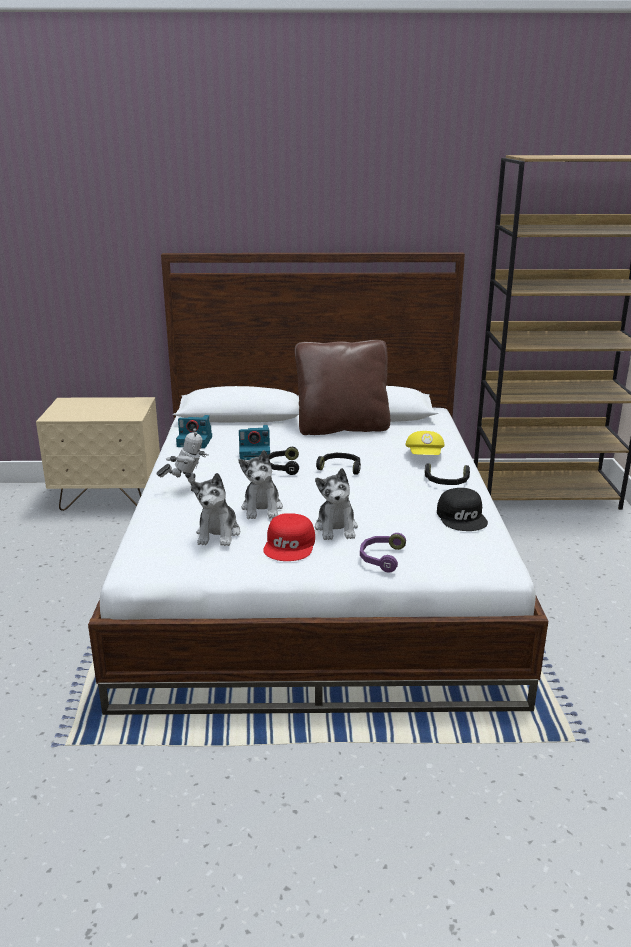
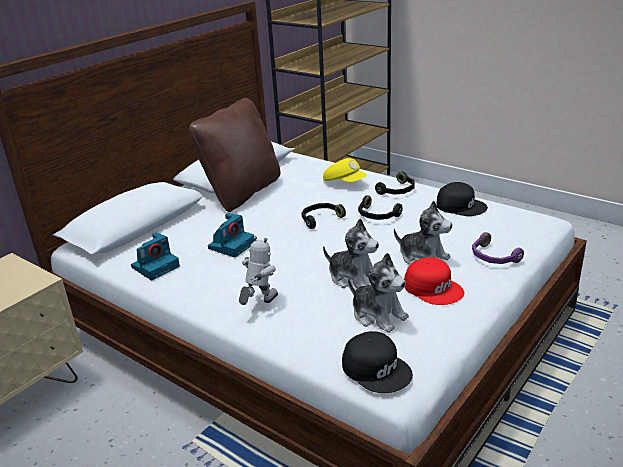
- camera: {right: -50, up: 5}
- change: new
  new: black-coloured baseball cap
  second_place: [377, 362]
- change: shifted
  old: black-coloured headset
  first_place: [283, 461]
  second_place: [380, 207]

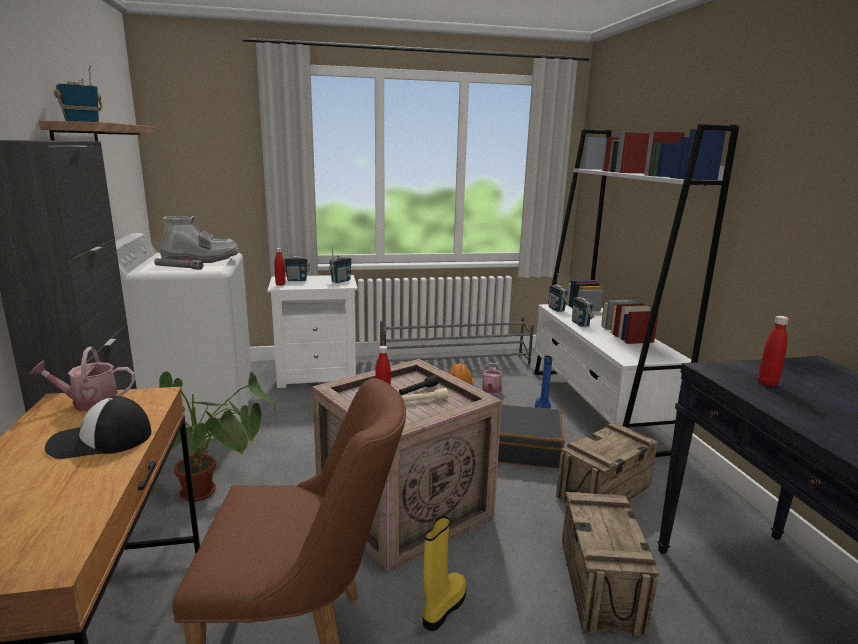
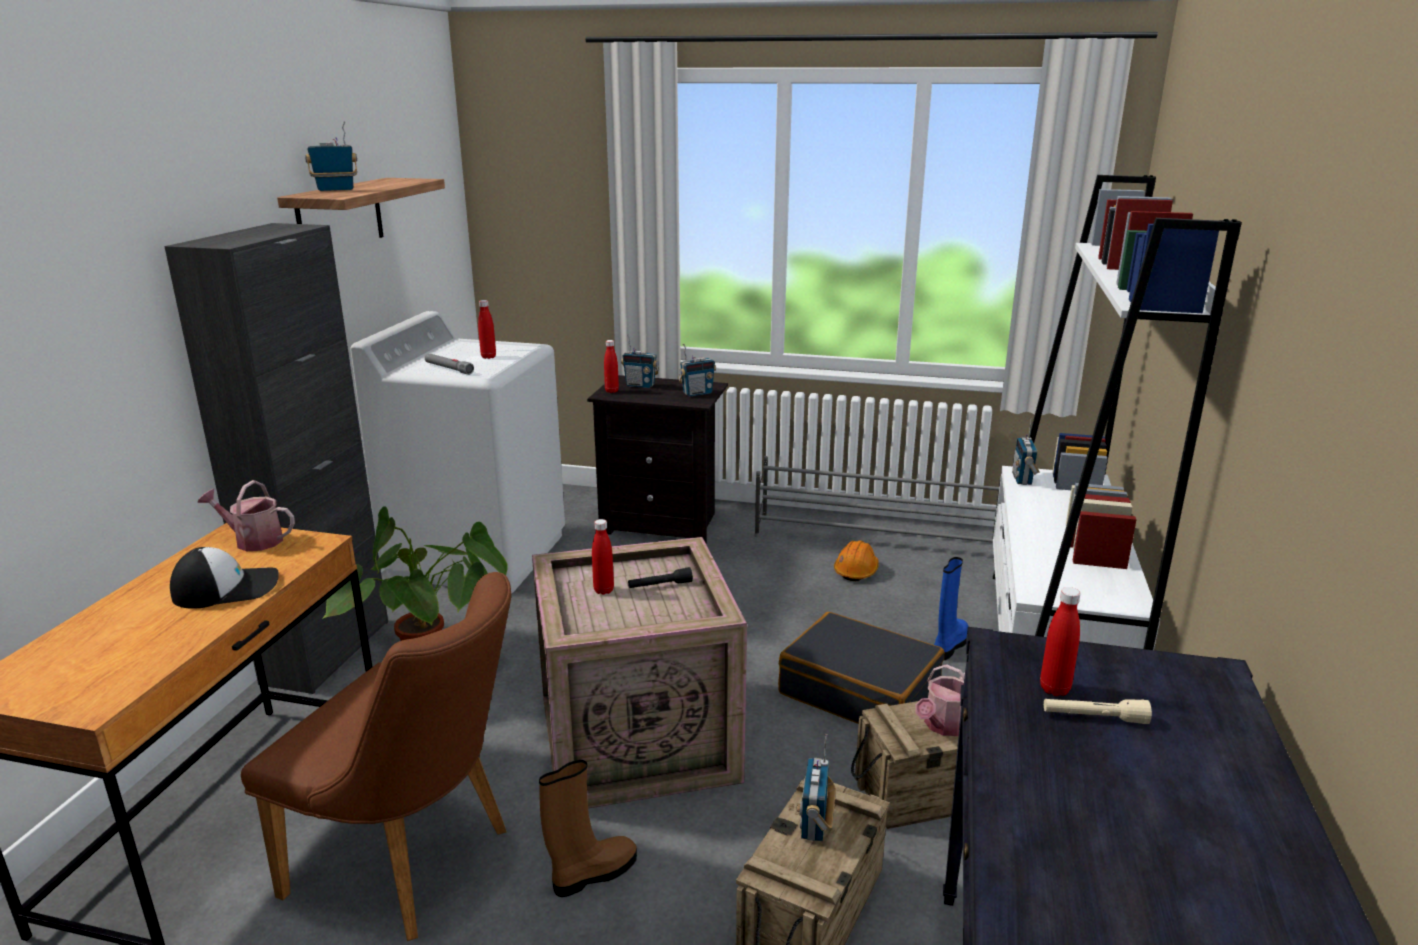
- camera: {right: 25, up: 5}
- change: rotated
  old: baseball cap
  first_place: [98, 427]
  second_place: [224, 578]
  degrees: 150
- change: swapped
  old: gray boot
  new: red-coloured bottle
  first_place: [199, 239]
  second_place: [487, 329]
- change: repainted
  old: yellow boot
  new: brownish boot
  first_place: [445, 573]
  second_place: [588, 828]
- change: repainted
  old: white night table
  new: black-coloured night table
  first_place: [312, 331]
  second_place: [657, 459]
- change: shifted
  old: radio set
  first_place: [583, 305]
  second_place: [816, 787]
- change: shifted
  old: watering pot
  first_place: [492, 378]
  second_place: [940, 700]
- change: shifted
  old: sand-coloured hand torch
  first_place: [425, 394]
  second_place: [1098, 711]

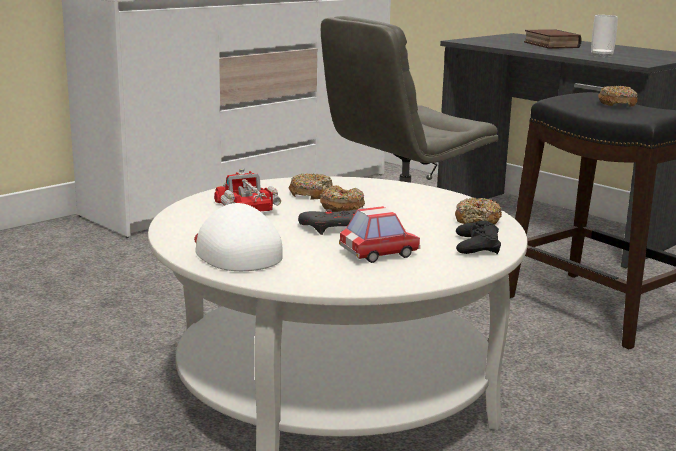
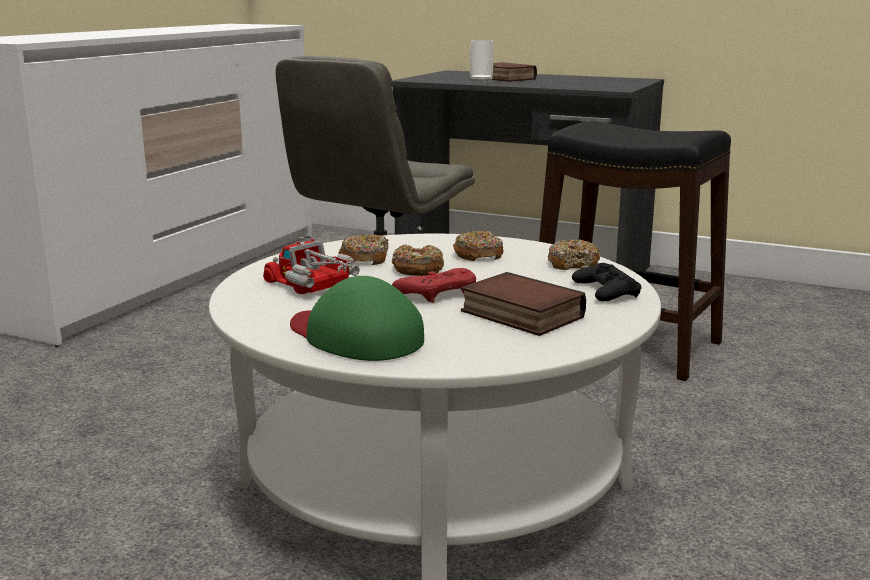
- camera: {right: -20, up: 0}
- change: repainted
  old: white baseball cap
  new: green-coloured baseball cap
  first_place: [238, 237]
  second_place: [357, 318]
- change: repainted
  old: gray game controller
  new: red-coloured game controller
  first_place: [327, 222]
  second_place: [434, 285]
- change: shifted
  old: donut
  first_place: [618, 96]
  second_place: [478, 246]
- change: swapped
  old: model car
  new: book
  first_place: [379, 234]
  second_place: [523, 304]
- change: shifted
  old: cup
  first_place: [604, 36]
  second_place: [482, 61]

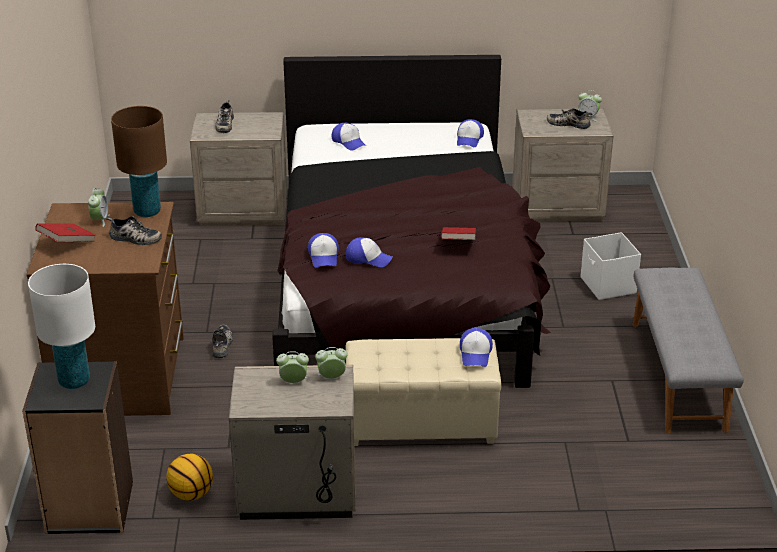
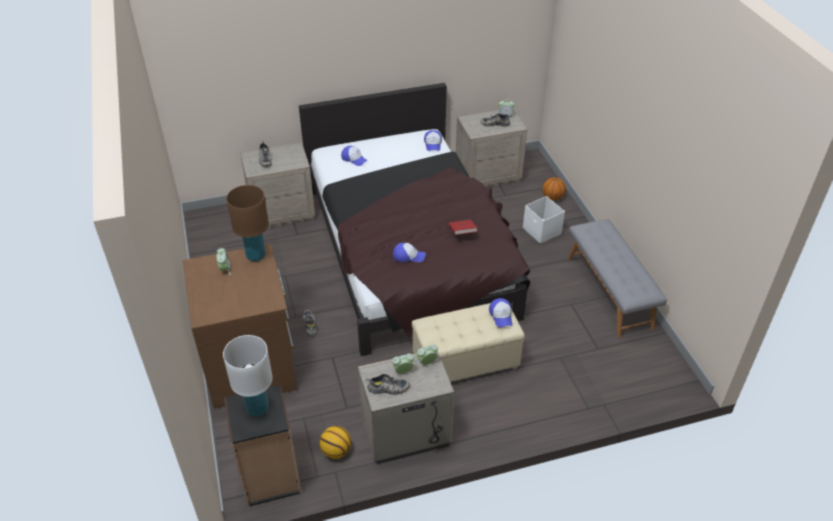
- camera: {right: -15, up: 10}
- change: shifted
  old: shoe
  first_place: [134, 230]
  second_place: [388, 384]
- change: new
  new: basketball ball
  second_place: [554, 189]
- change: gone
  old: red-coloured book
  first_place: [65, 232]
- change: gone
  old: baseball cap
  first_place: [323, 250]

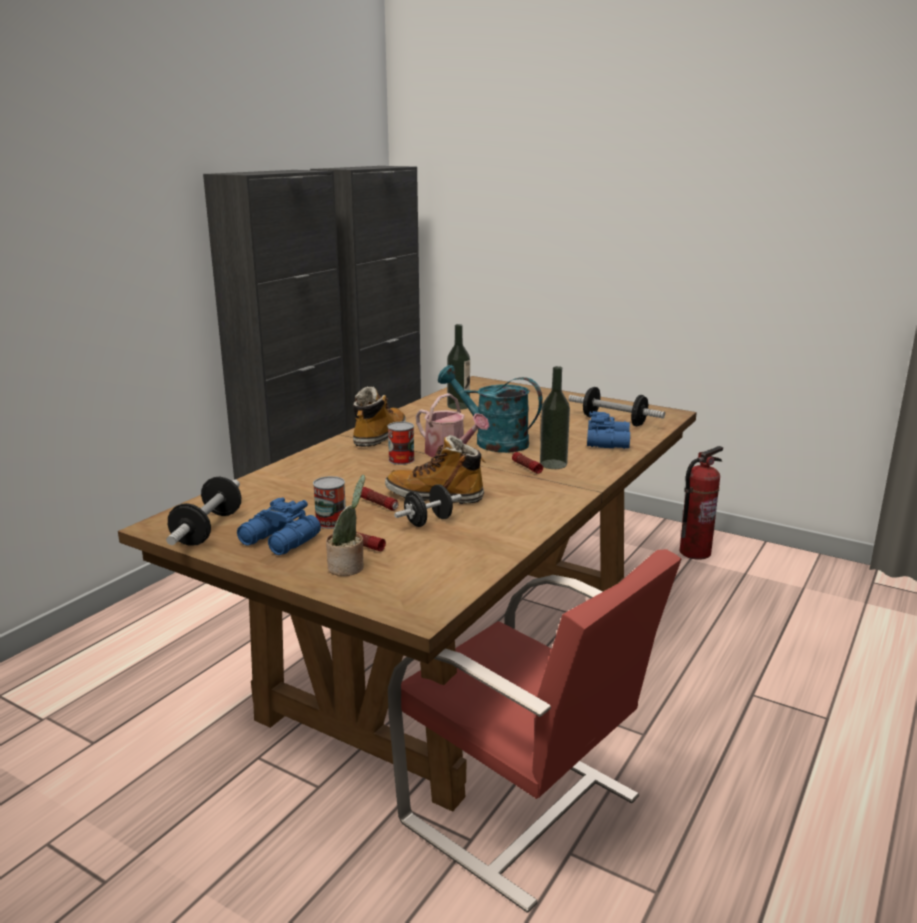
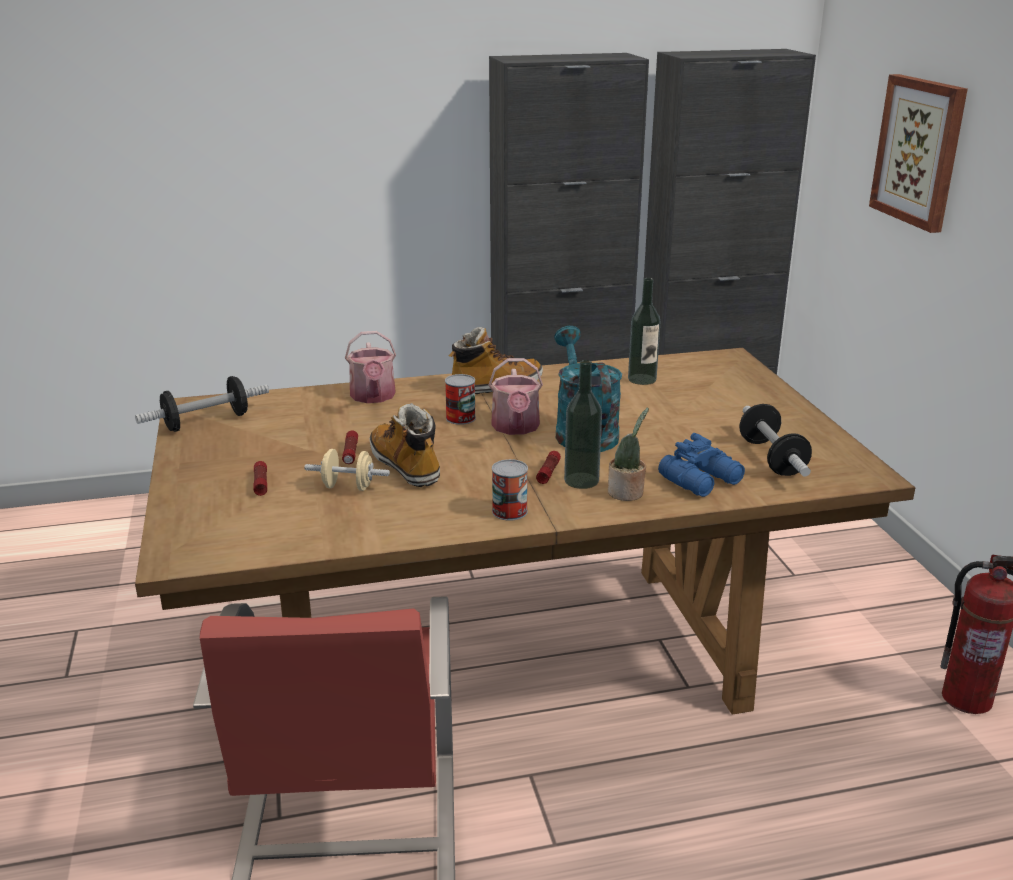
- camera: {right: 45, up: 5}
- change: repainted
  old: black-coloured dumbbell
  new: sand-coloured dumbbell
  first_place: [428, 505]
  second_place: [347, 470]
- change: new
  new: watering pot
  second_place: [370, 367]
- change: shifted
  old: metal can
  first_place: [329, 502]
  second_place: [510, 490]
- change: shifted
  old: potted plant
  first_place: [345, 525]
  second_place: [628, 454]
- change: new
  new: wall art
  second_place: [918, 153]
- change: gone
  old: blue field glasses
  first_place: [279, 526]

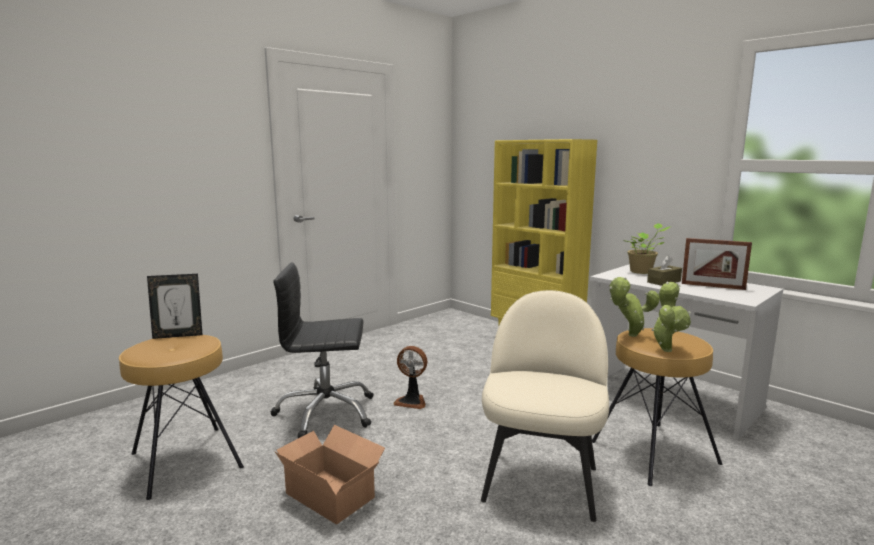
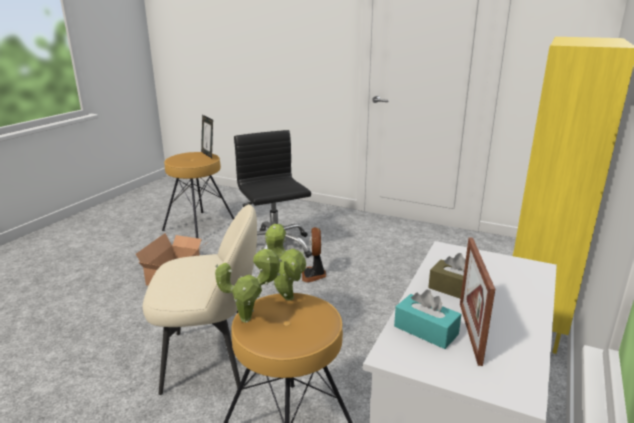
- camera: {right: 70, up: 10}
- change: new
  new: turquoise-coloured tissue holder
  second_place: [428, 319]
- change: gone
  old: potted plant
  first_place: [647, 248]

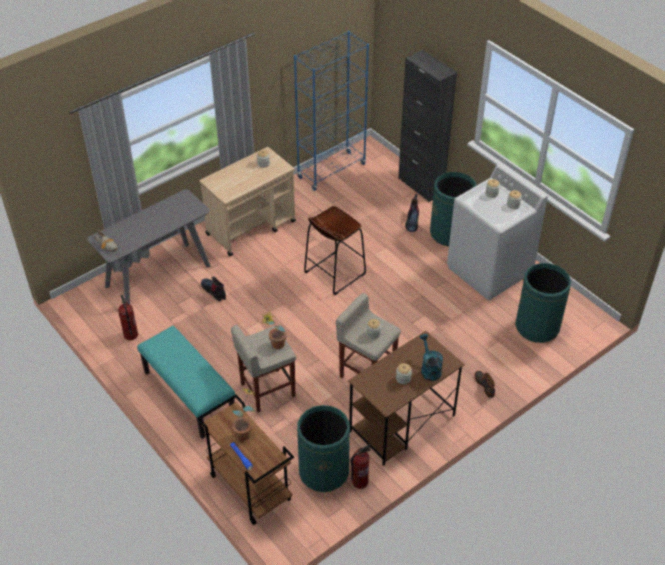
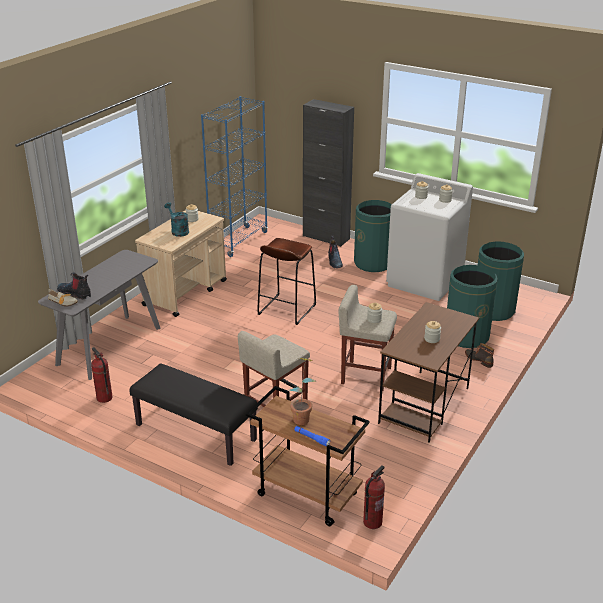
- camera: {right: -20, up: -15}
- change: shifted
  old: boot
  first_place: [213, 289]
  second_place: [74, 285]
- change: repainted
  old: turquoise-coloured indoor bench
  new: black-coloured indoor bench
  first_place: [186, 382]
  second_place: [194, 414]
- change: shifted
  old: turquoise-coloured watering pot
  first_place: [431, 357]
  second_place: [176, 219]
- change: shifted
  old: fire-fighting cylinder
  first_place: [361, 467]
  second_place: [374, 497]
- change: shifted
  old: green-coloured trash can
  first_place: [323, 448]
  second_place: [472, 306]
- change: gone
  old: potted plant
  first_place: [274, 330]

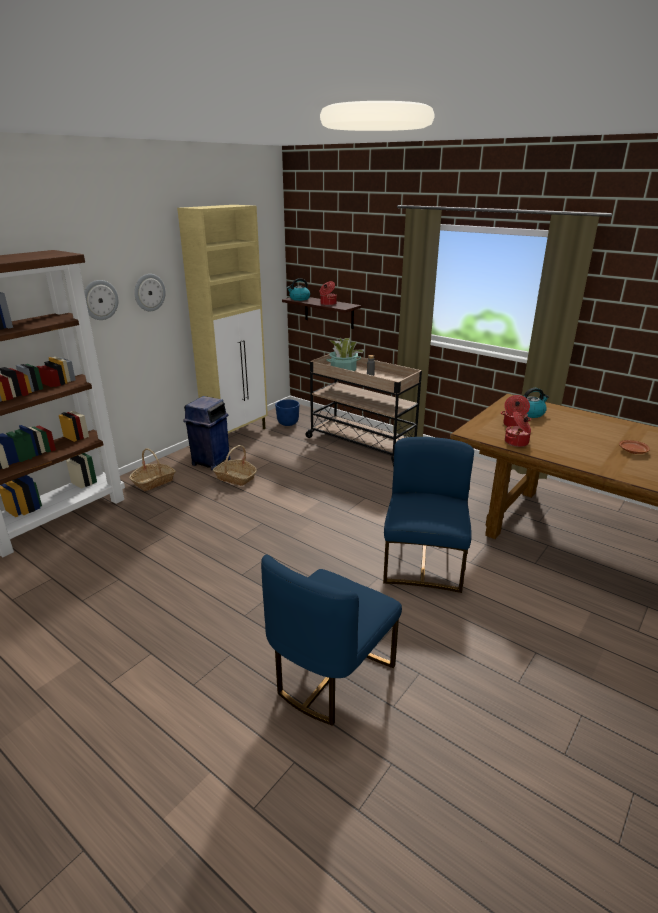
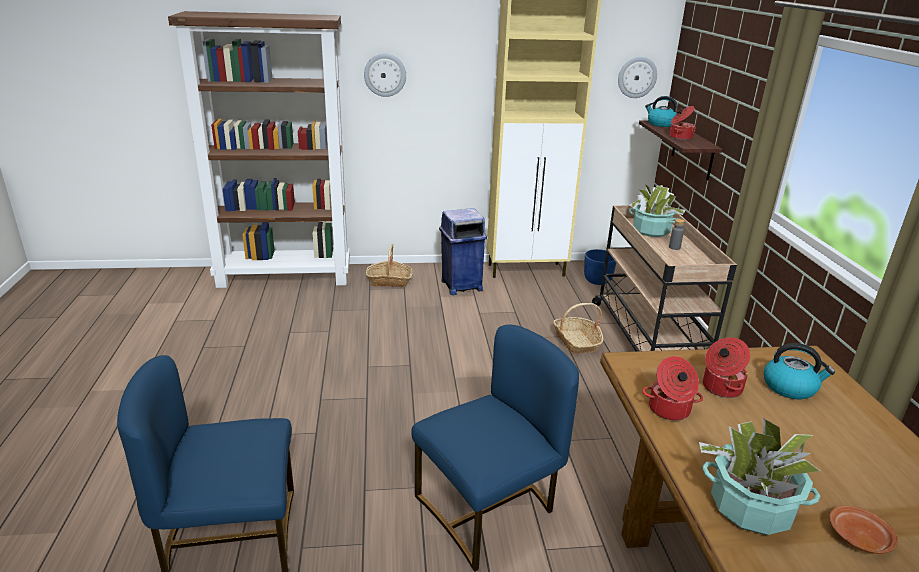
- camera: {right: 45, up: 0}
- change: shifted
  old: household basket
  first_place: [235, 465]
  second_place: [578, 328]
- change: shifted
  old: hanging clock
  first_place: [150, 292]
  second_place: [637, 77]
- change: new
  new: potted plant
  second_place: [759, 476]

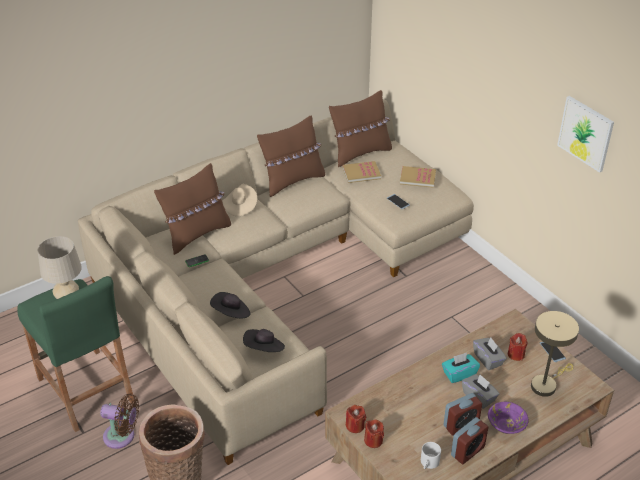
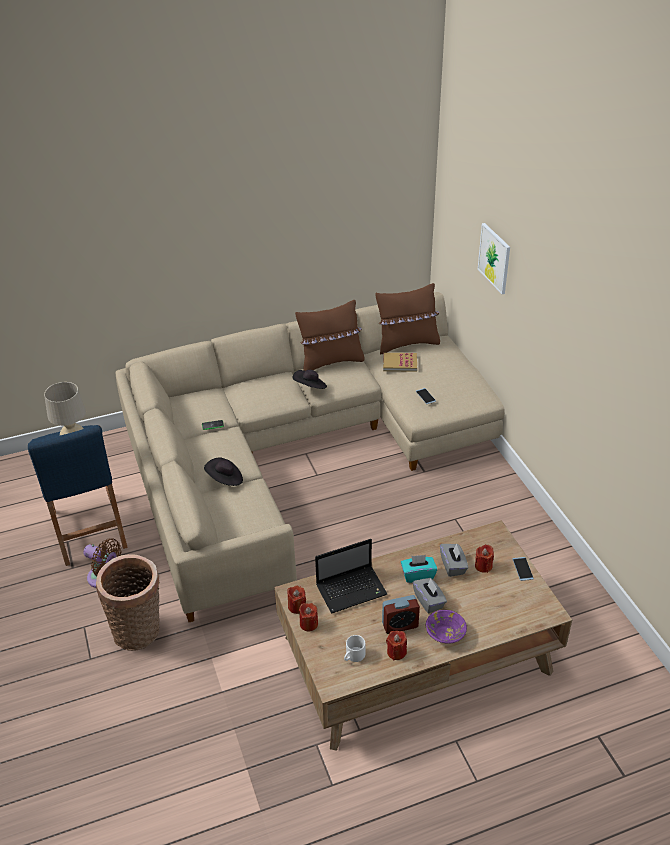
- camera: {right: 15, up: 0}
- change: repainted
  old: green-coloured stool
  new: blue stool
  first_place: [75, 354]
  second_place: [78, 495]
- change: shifted
  old: black-coloured wearable hat
  first_place: [264, 340]
  second_place: [309, 379]
- change: new
  new: notebook computer
  second_place: [351, 576]
- change: swapped
  old: bedside clock
  new: red-coloured wax light
  first_place: [469, 440]
  second_place: [396, 645]
- change: shifted
  old: wall art
  first_place: [585, 134]
  second_place: [494, 258]
- change: gone
  old: brownish throw pillow
  first_place: [192, 209]
- change: gone
  old: sand-coloured wearable hat
  first_place: [239, 199]
- change: gone
  old: book
  first_place: [418, 177]
- change: gone
  old: sand-coloured table lamp
  first_place: [555, 354]

